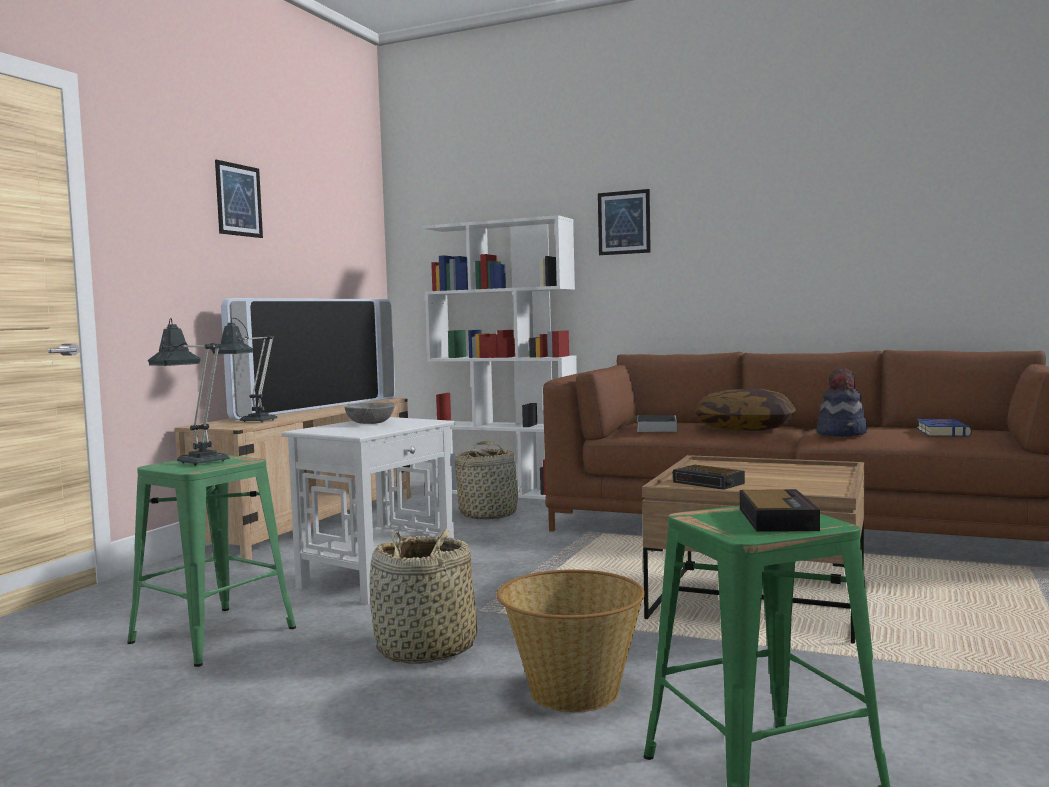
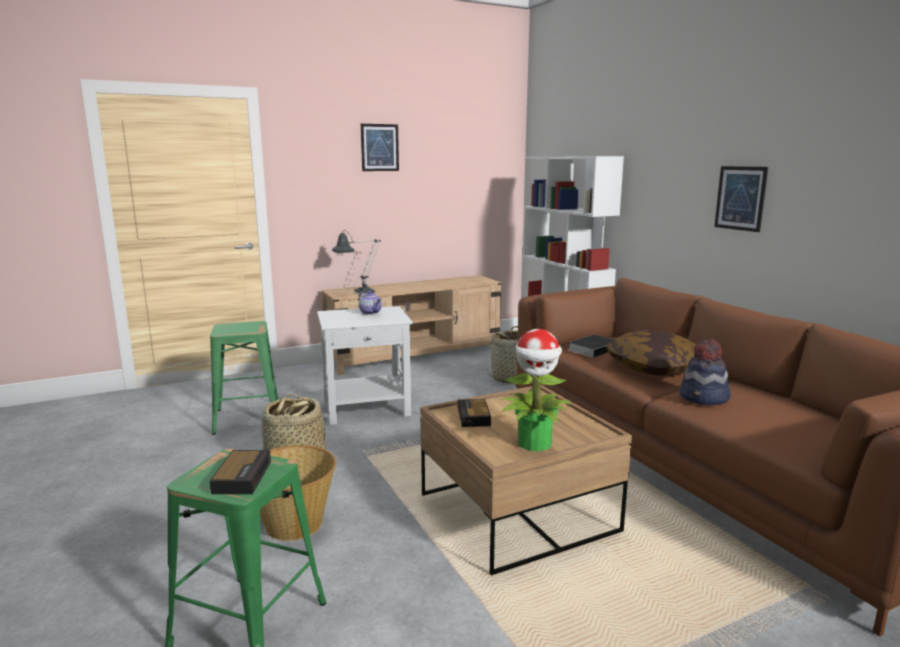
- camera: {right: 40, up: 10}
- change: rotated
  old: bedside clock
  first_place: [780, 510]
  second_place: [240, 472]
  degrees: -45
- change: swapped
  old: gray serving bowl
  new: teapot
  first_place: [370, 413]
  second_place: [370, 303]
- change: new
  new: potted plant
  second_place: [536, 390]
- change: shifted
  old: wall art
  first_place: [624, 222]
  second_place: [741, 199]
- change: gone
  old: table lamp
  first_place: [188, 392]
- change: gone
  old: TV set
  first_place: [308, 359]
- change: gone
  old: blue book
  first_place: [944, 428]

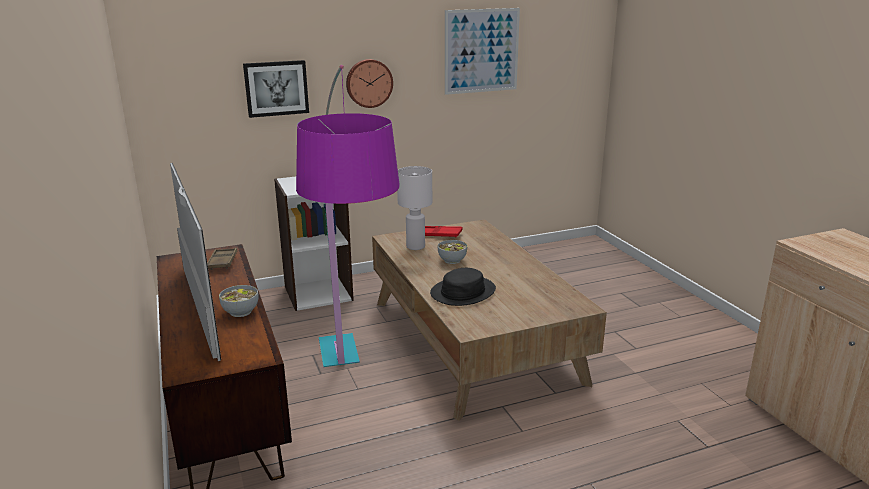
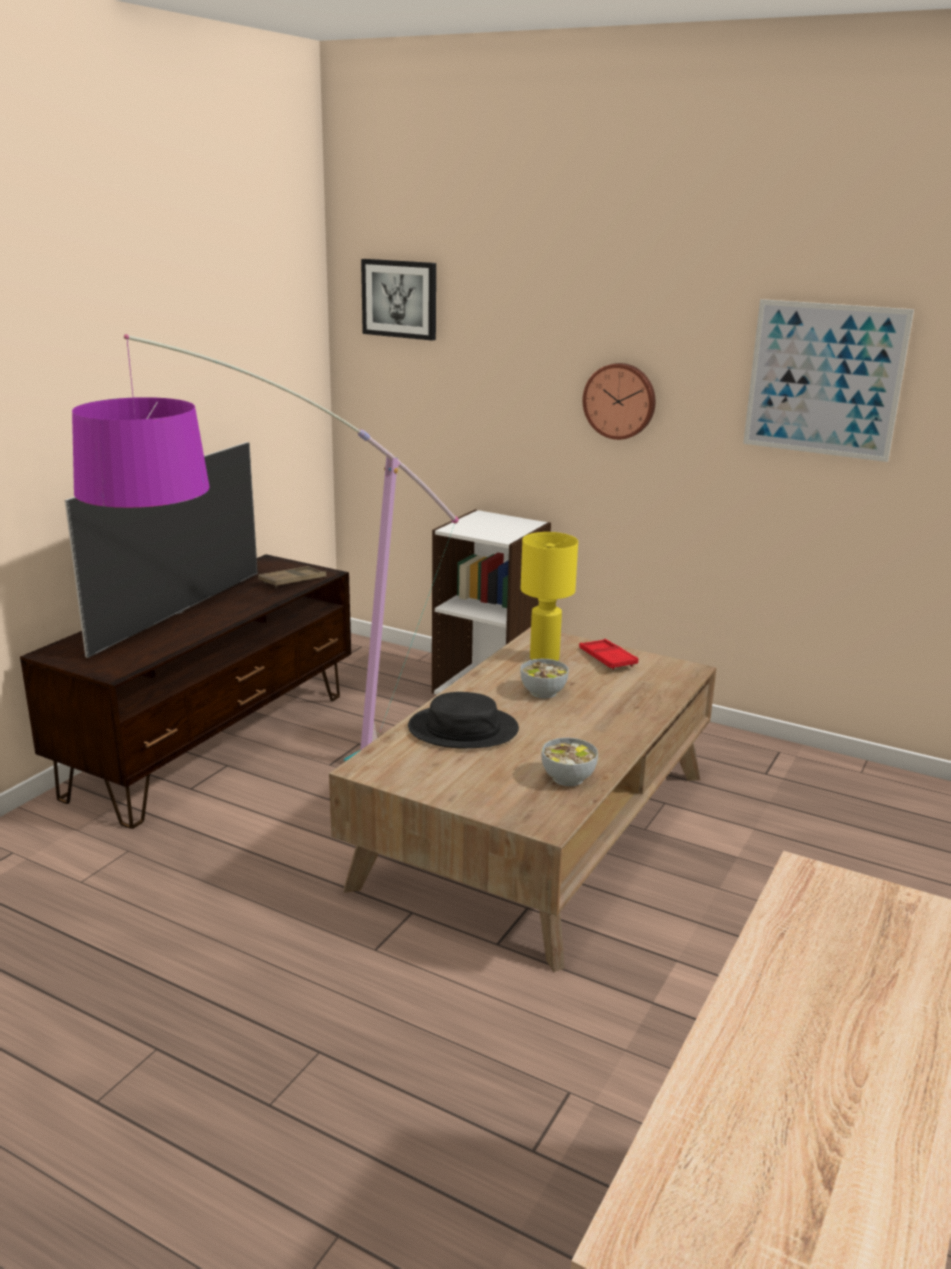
- camera: {right: 50, up: 0}
- change: shifted
  old: wall art
  first_place: [276, 89]
  second_place: [398, 300]
- change: repainted
  old: white table lamp
  new: yellow table lamp
  first_place: [414, 208]
  second_place: [549, 596]
- change: shifted
  old: serving bowl
  first_place: [239, 301]
  second_place: [570, 762]

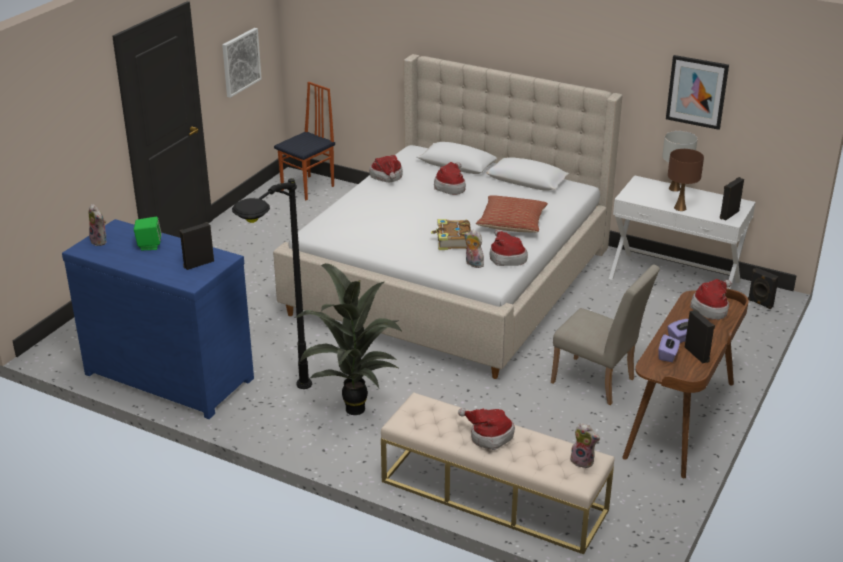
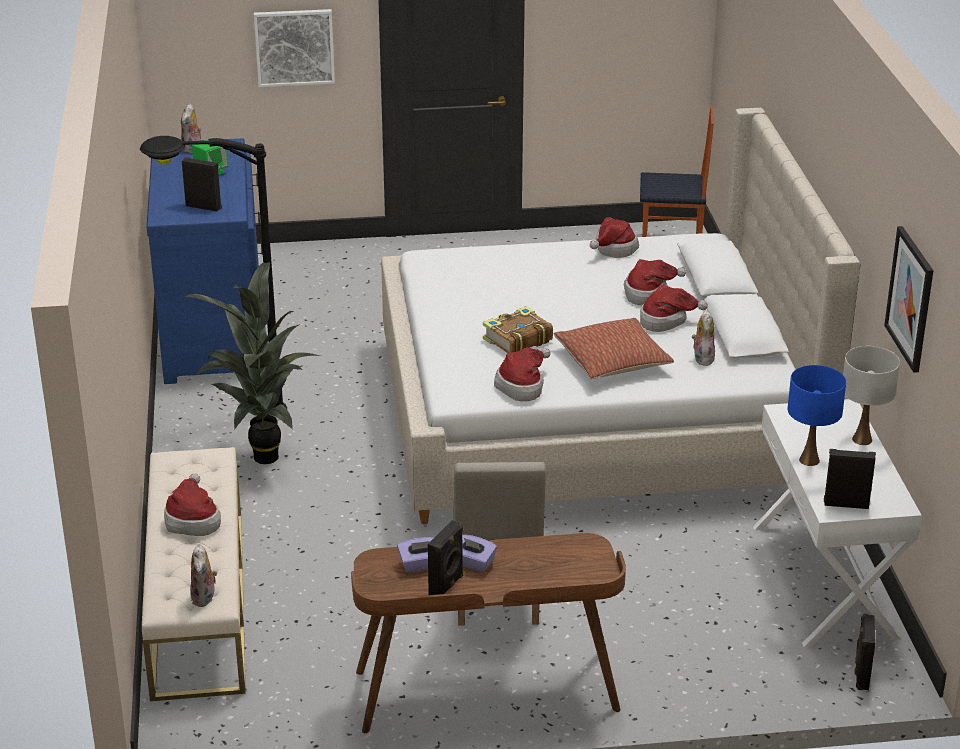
- camera: {right: 55, up: 0}
- change: shifted
  old: wall art
  first_place: [242, 63]
  second_place: [294, 48]
- change: shifted
  old: wearable hat
  first_place: [710, 299]
  second_place: [674, 308]
- change: shifted
  old: cuddly toy
  first_place: [474, 249]
  second_place: [703, 338]
- change: repainted
  old: brownish table lamp
  new: blue table lamp
  first_place: [686, 180]
  second_place: [817, 415]

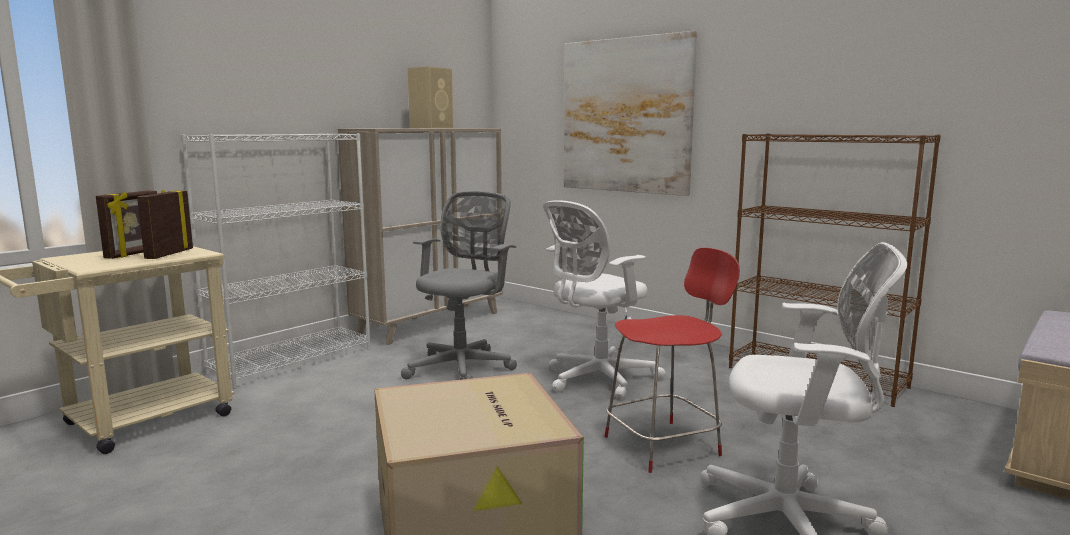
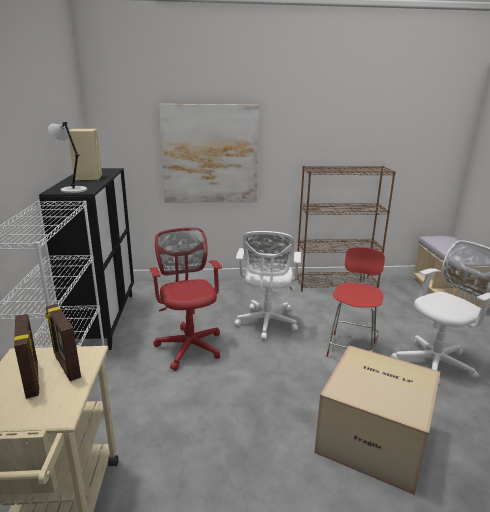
- camera: {right: -45, up: 10}
- change: repainted
  old: sand-coloured cupboard
  new: black-coloured cupboard
  first_place: [420, 236]
  second_place: [86, 259]
- change: new
  new: gray table lamp
  second_place: [67, 157]
- change: repainted
  old: gray computer chair
  new: red-coloured computer chair
  first_place: [459, 285]
  second_place: [185, 299]

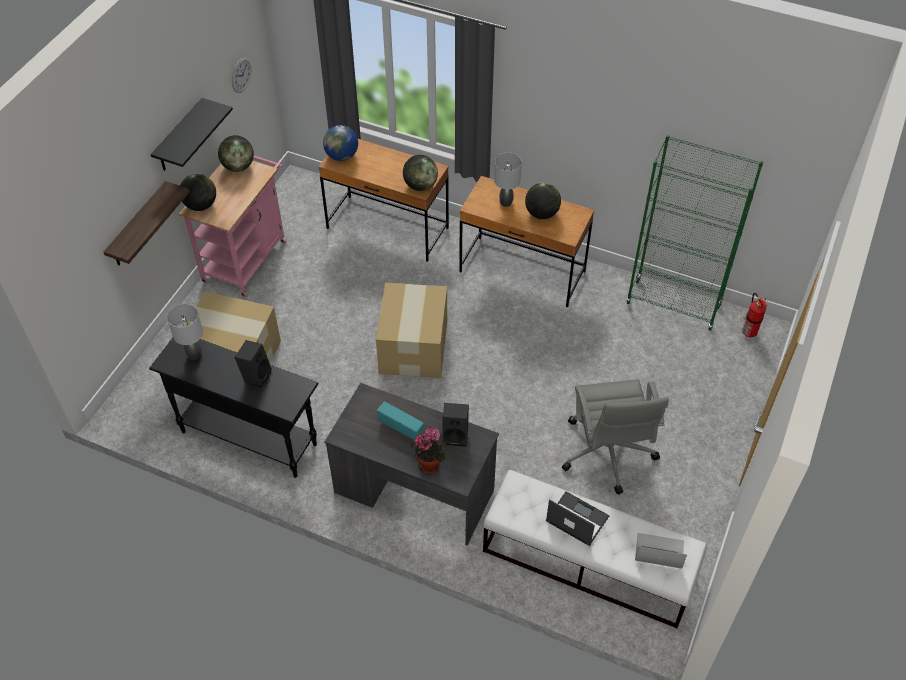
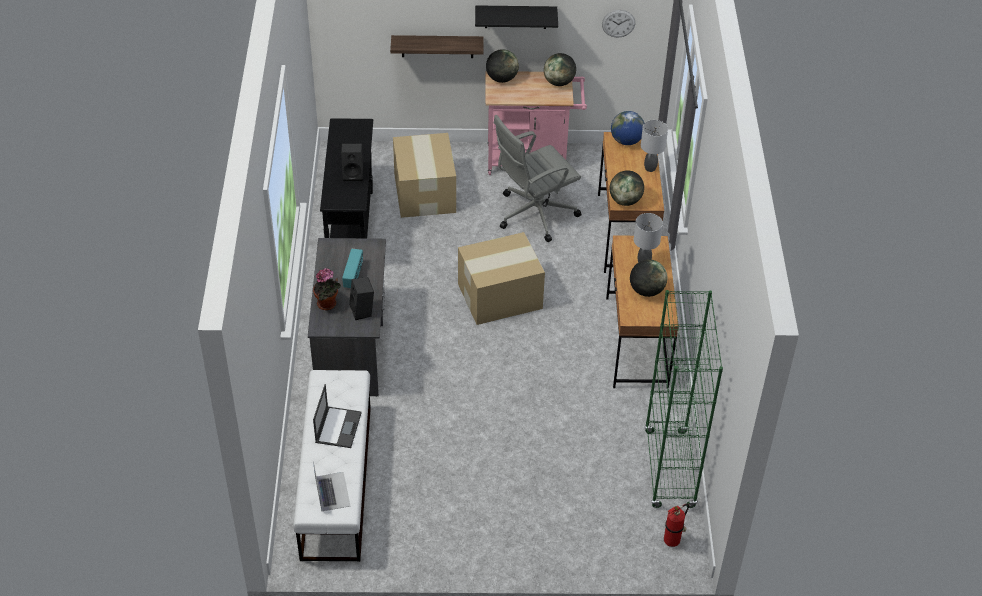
- camera: {right: 65, up: -5}
- change: shifted
  old: gray computer chair
  first_place: [615, 437]
  second_place: [538, 178]
- change: shifted
  old: gray table lamp
  first_place: [185, 332]
  second_place: [654, 146]

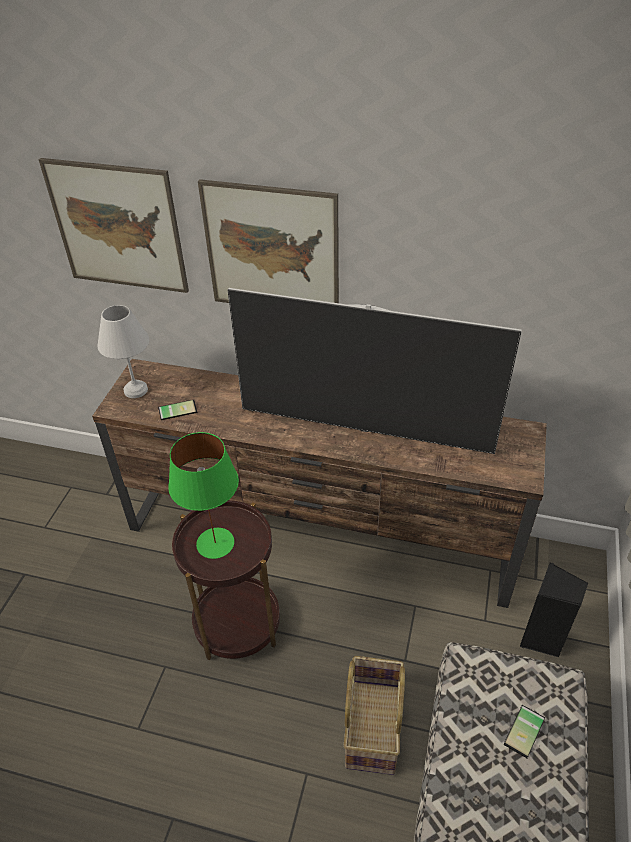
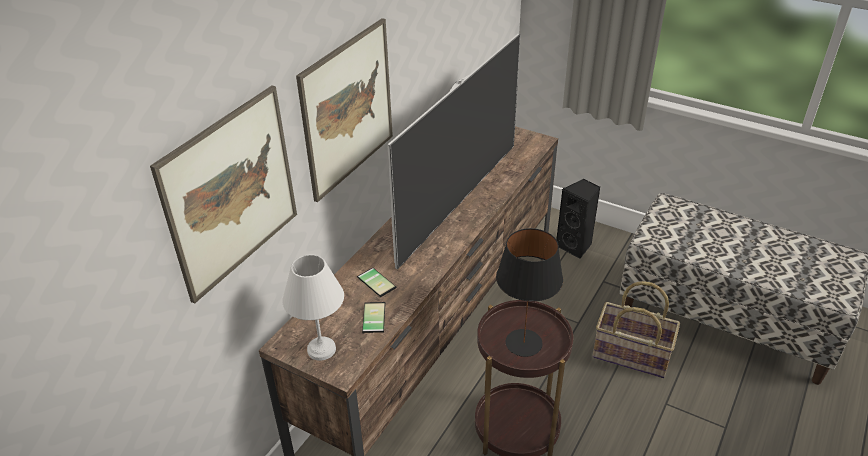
- camera: {right: -75, up: -5}
- change: shifted
  old: handset
  first_place: [524, 731]
  second_place: [377, 282]
- change: repainted
  old: green-coloured table lamp
  new: black-coloured table lamp
  first_place: [203, 495]
  second_place: [529, 292]

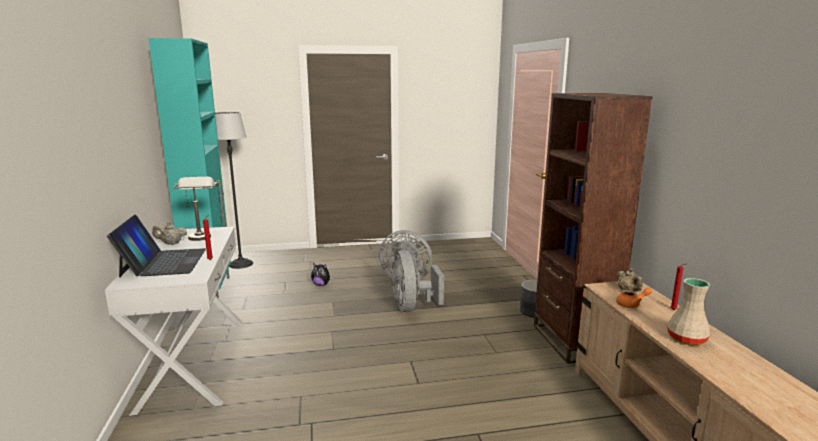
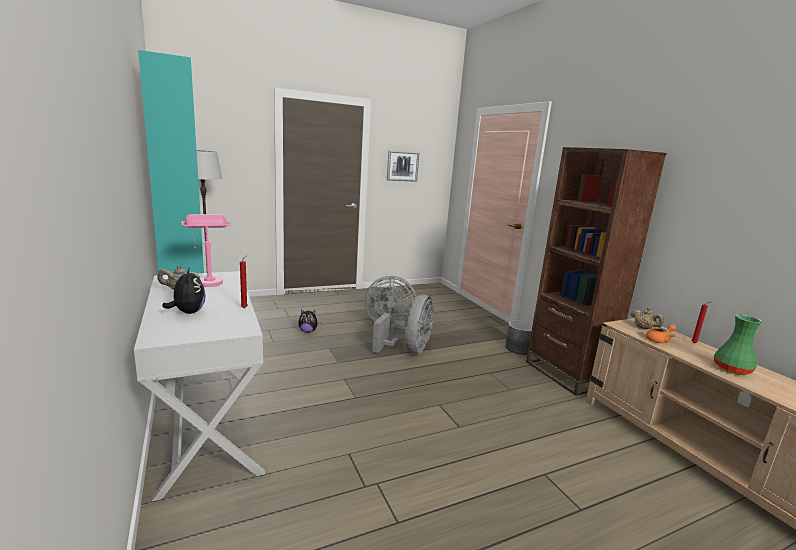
- camera: {right: -15, up: 0}
- change: swapped
  old: notebook computer
  new: cuddly toy
  first_place: [156, 246]
  second_place: [184, 291]
- change: repainted
  old: gray table lamp
  new: pink table lamp
  first_place: [195, 209]
  second_place: [205, 250]
- change: rotated
  old: gray cooling fan
  first_place: [417, 281]
  second_place: [403, 324]
  degrees: -135
- change: new
  new: wall art
  second_place: [403, 166]
- change: repainted
  old: sand-coloured vase
  new: green-coloured vase
  first_place: [688, 312]
  second_place: [738, 344]

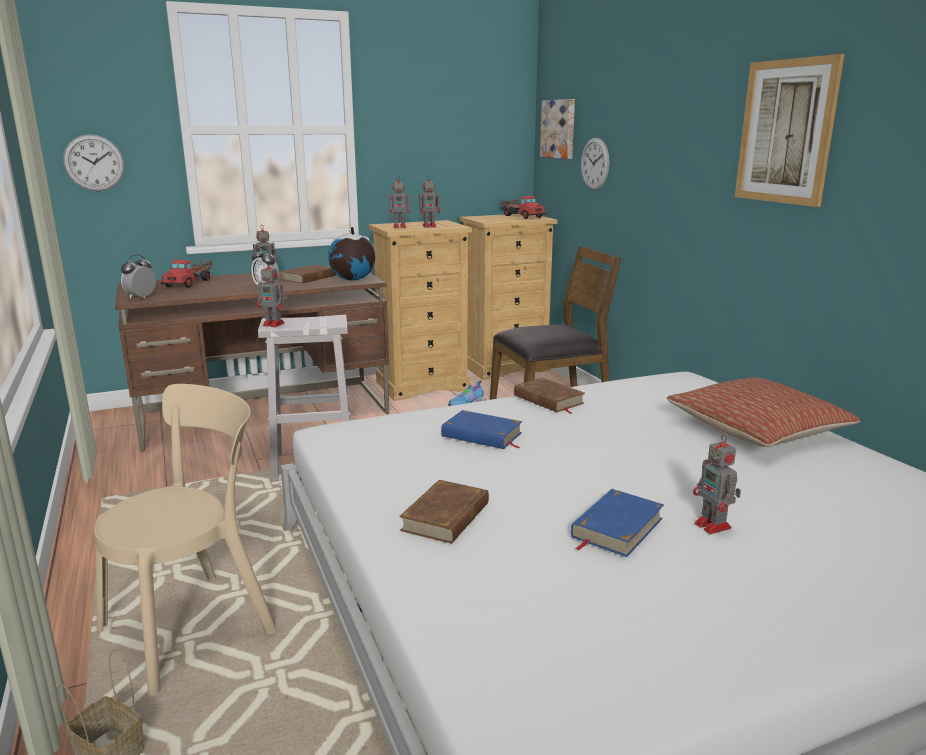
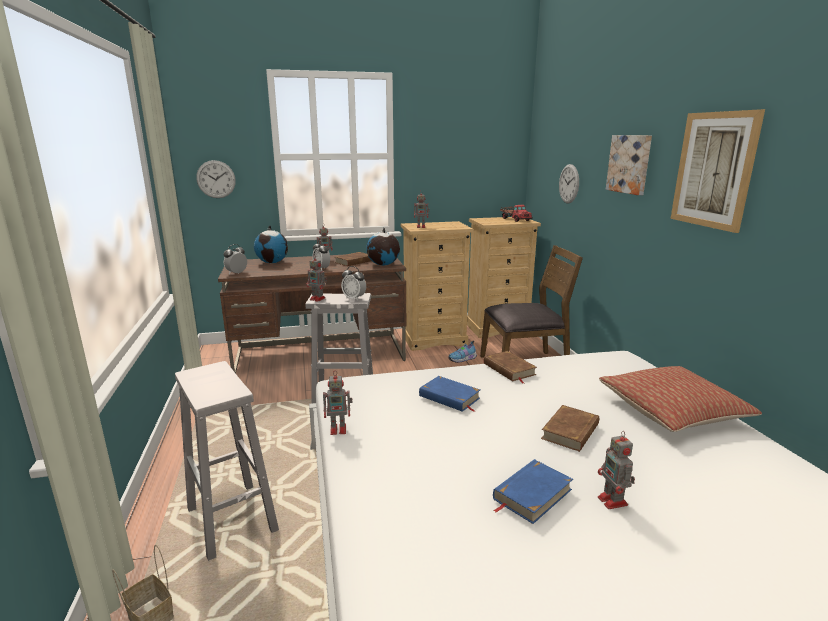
- camera: {right: 10, up: 0}
- change: swapped
  old: sand-coloured upright chair
  new: white stool
  first_place: [185, 540]
  second_place: [227, 461]
- change: swapped
  old: toy truck
  new: world globe
  first_place: [187, 274]
  second_place: [271, 244]
- change: shifted
  old: robot figure
  first_place: [429, 201]
  second_place: [338, 403]
- change: new
  new: bedside clock
  second_place: [353, 283]
- change: shifted
  old: brownish book
  first_place: [444, 512]
  second_place: [570, 428]
- change: shifted
  old: wall art
  first_place: [557, 129]
  second_place: [629, 165]

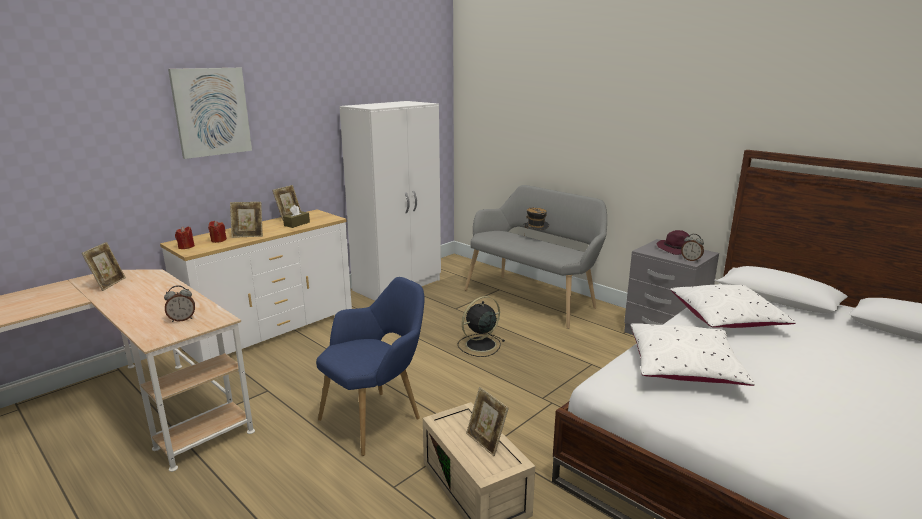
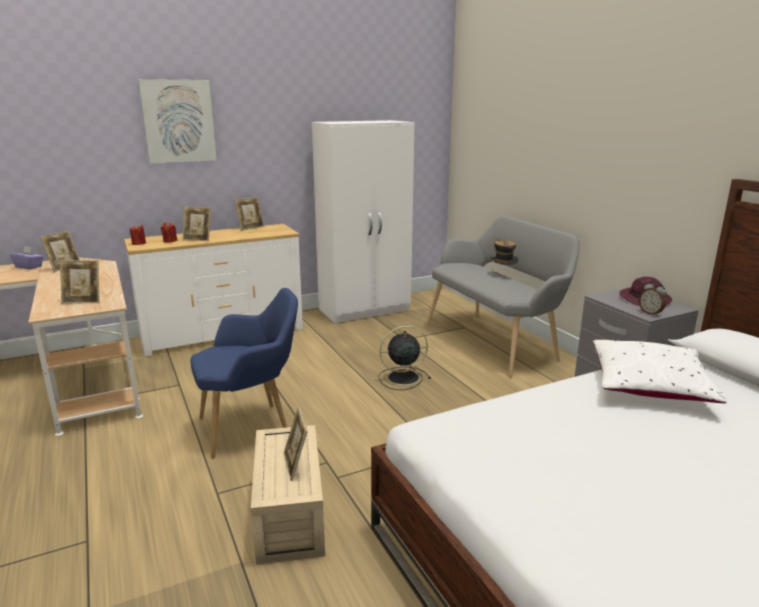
- camera: {right: 20, up: 0}
- change: new
  new: purple tissue holder
  second_place: [26, 258]
- change: swapped
  old: bedside clock
  new: standing frame
  first_place: [179, 303]
  second_place: [79, 282]
- change: gone
  old: brownish tissue holder
  first_place: [296, 216]
- change: gone
  old: white throw pillow
  first_place: [693, 354]

